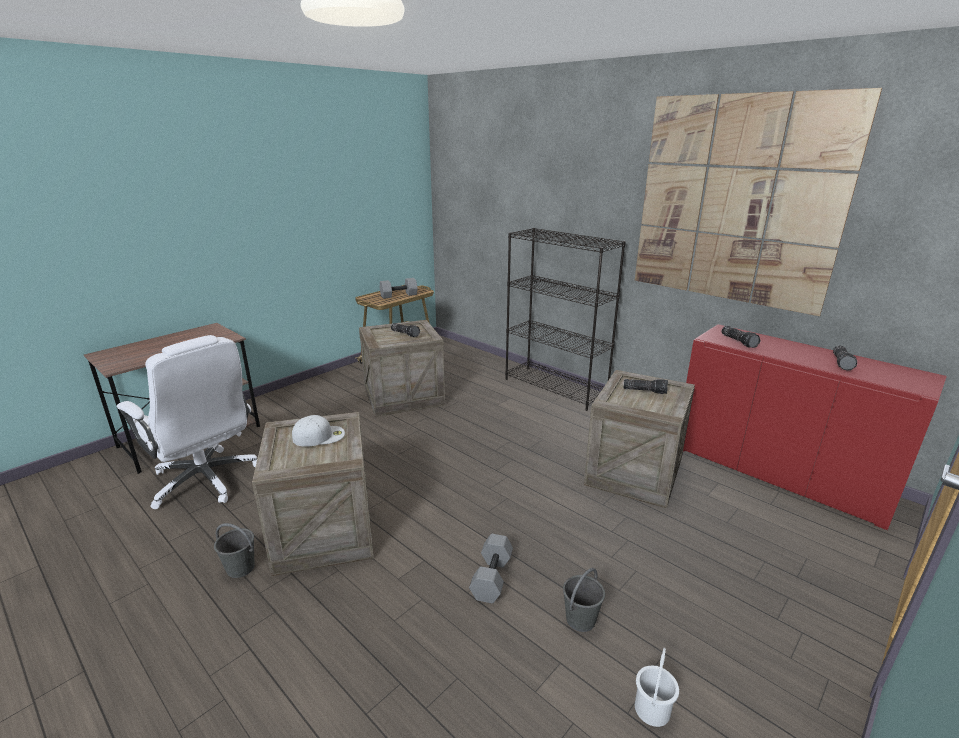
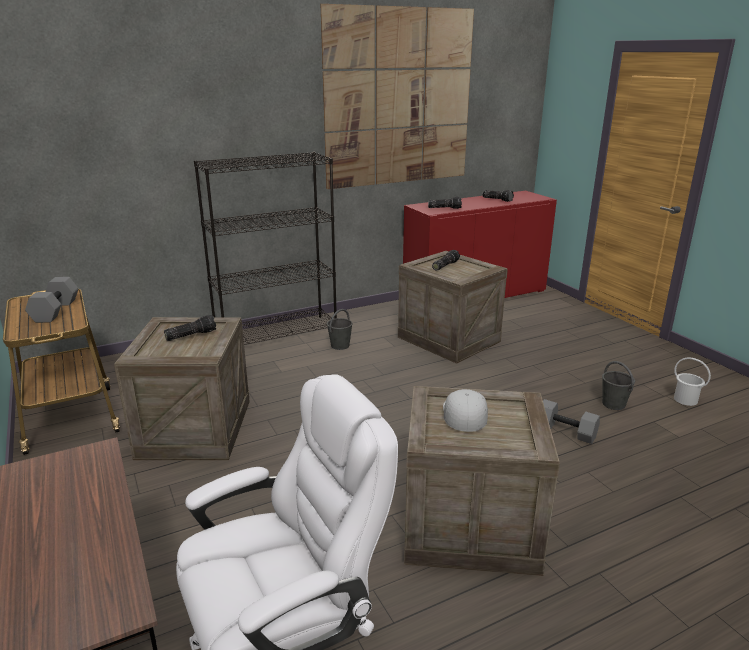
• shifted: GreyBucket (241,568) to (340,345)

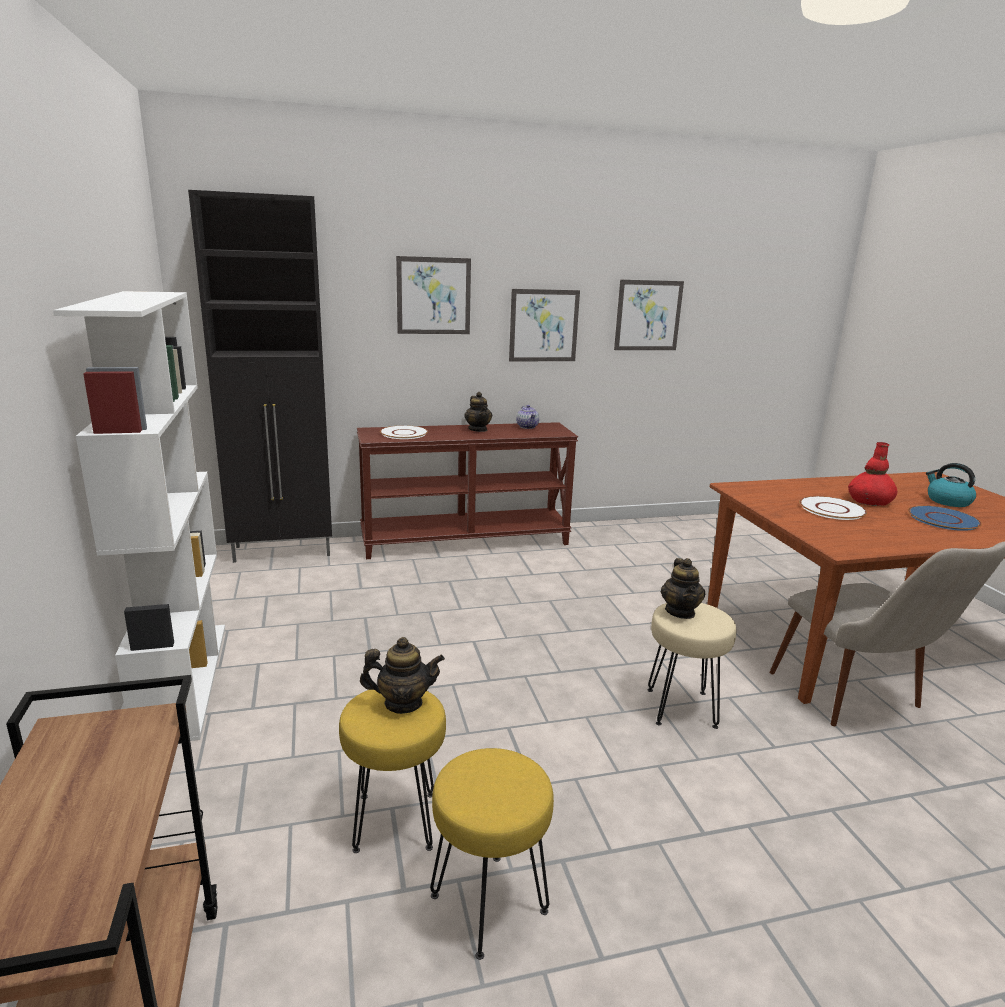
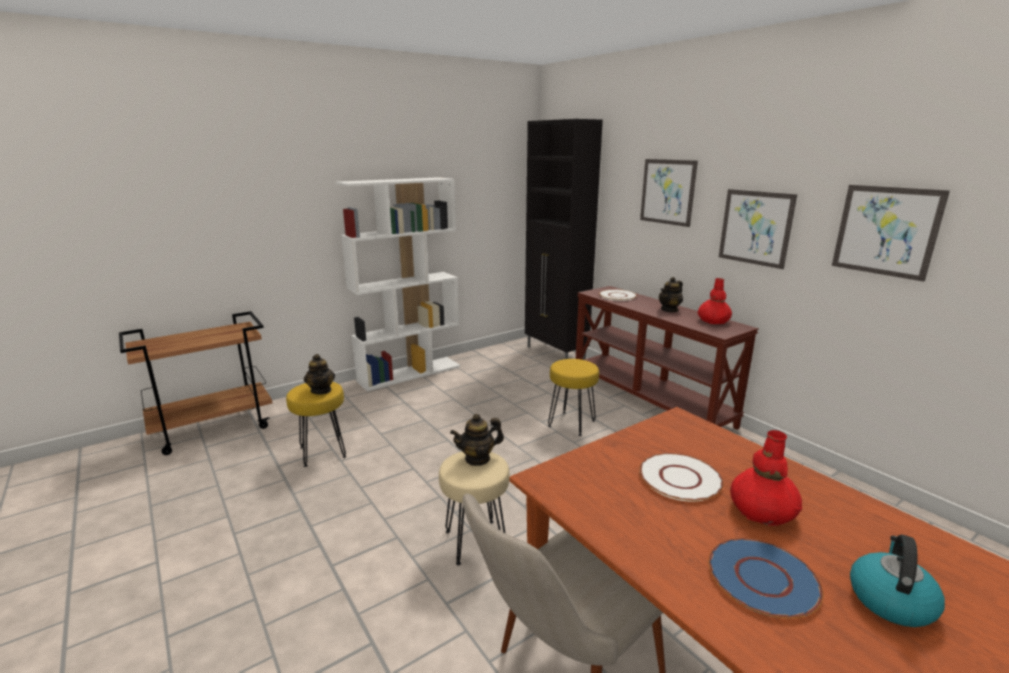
• swapped: Teapot (527,427) to RedVase (713,321)
• shifted: YellowStool (487,903) to (571,423)

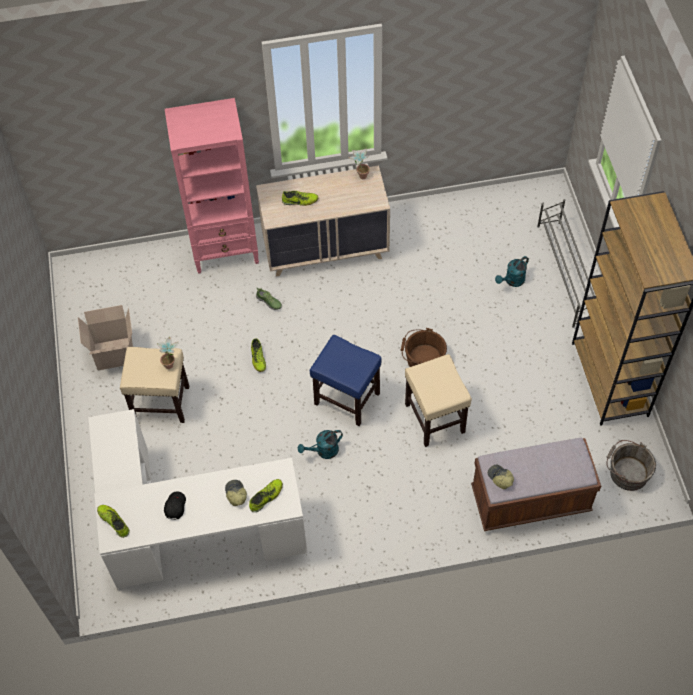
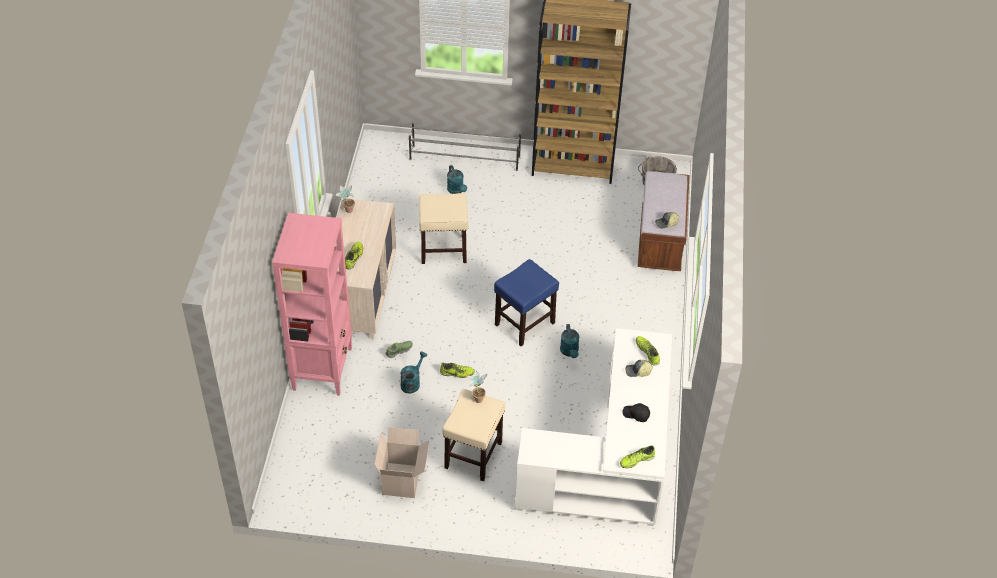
• gone: BrownBucket (422,359)
• shifted: BeigeStool (435,419) to (444,250)
• new: TurquoiseWateringCan (412,382)

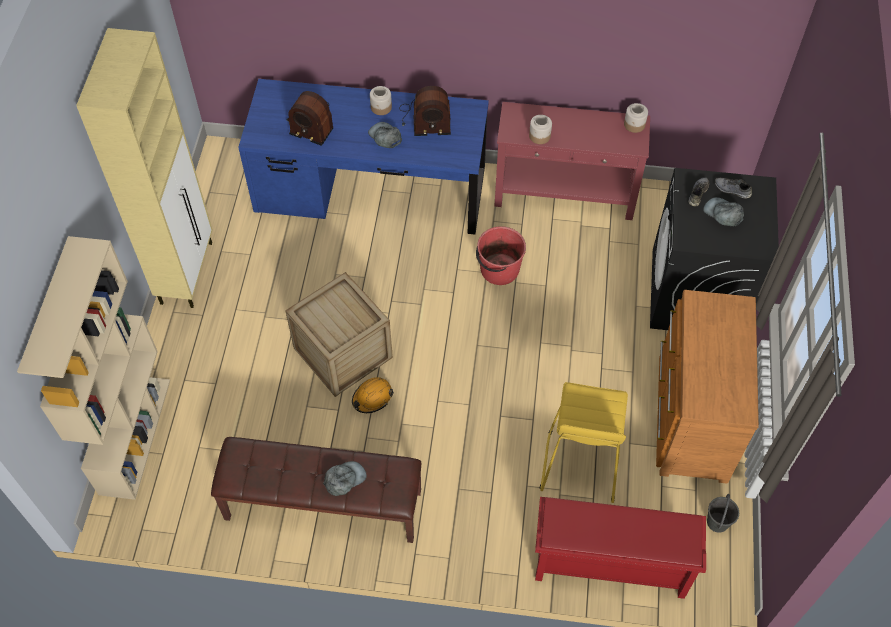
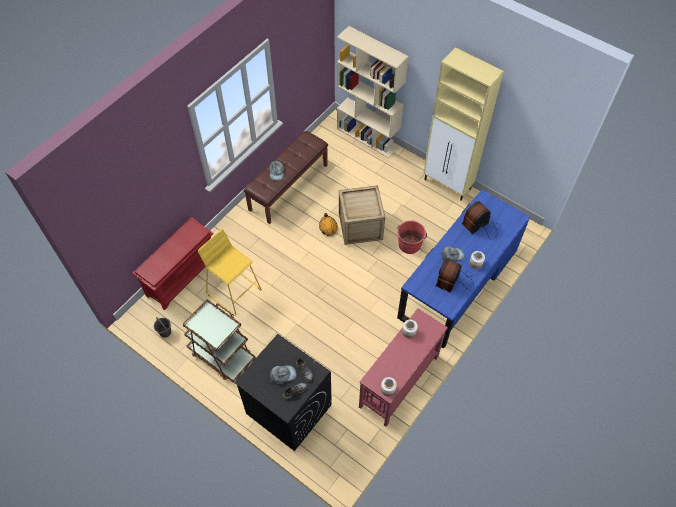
• shifted: RedBucket (499,269) to (409,244)
• swapped: BrownDresser (690,418) to BrownCart (222,355)

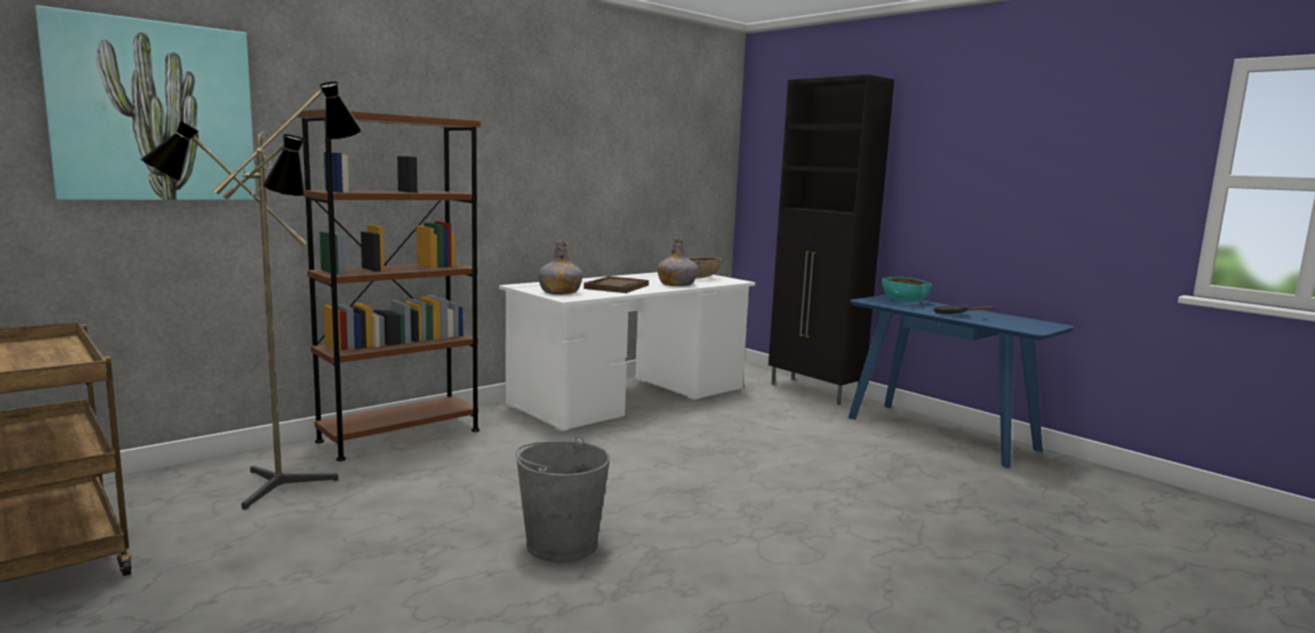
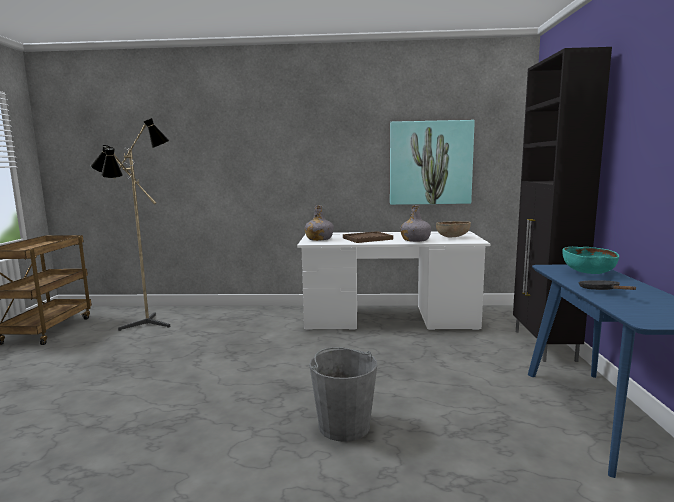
• shifted: Picture (154,112) to (430,163)
• gone: BrownBookcase (400,436)
• shifted: GreyBucket (561,544) to (344,425)

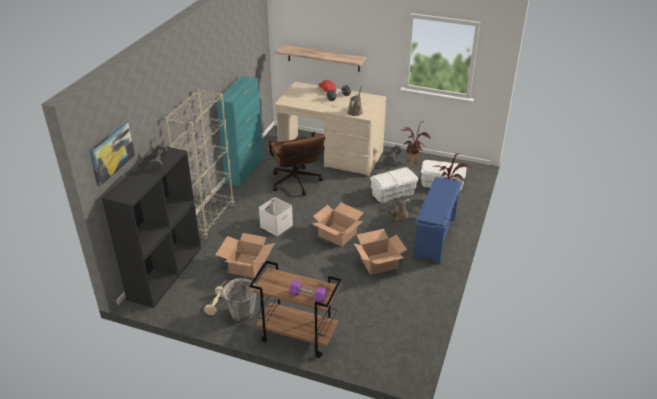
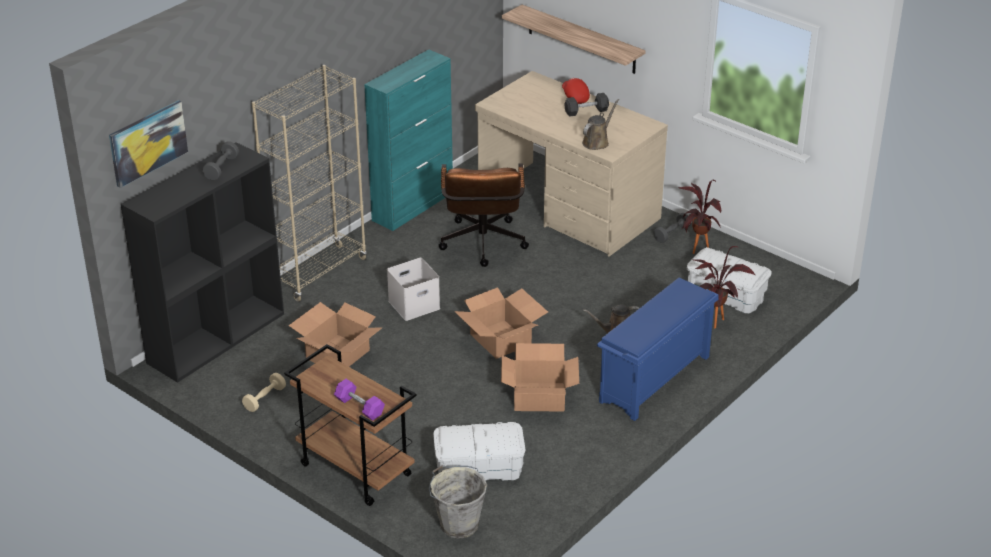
• shifted: WhiteStorageBox (393,193) to (479,468)
• shifted: GreyBucket (241,313) to (458,524)

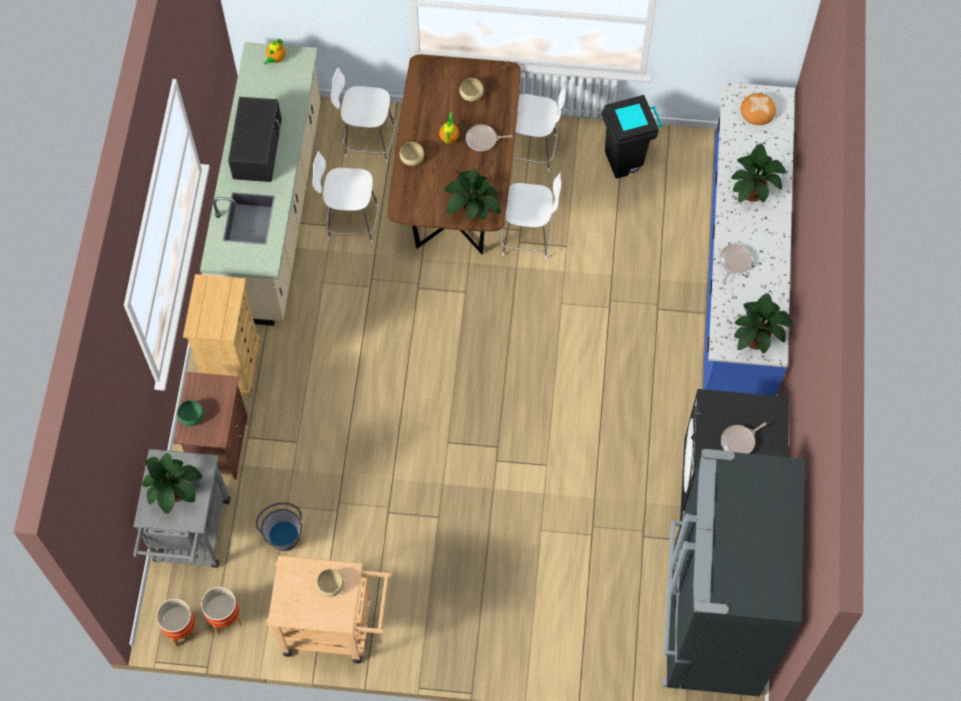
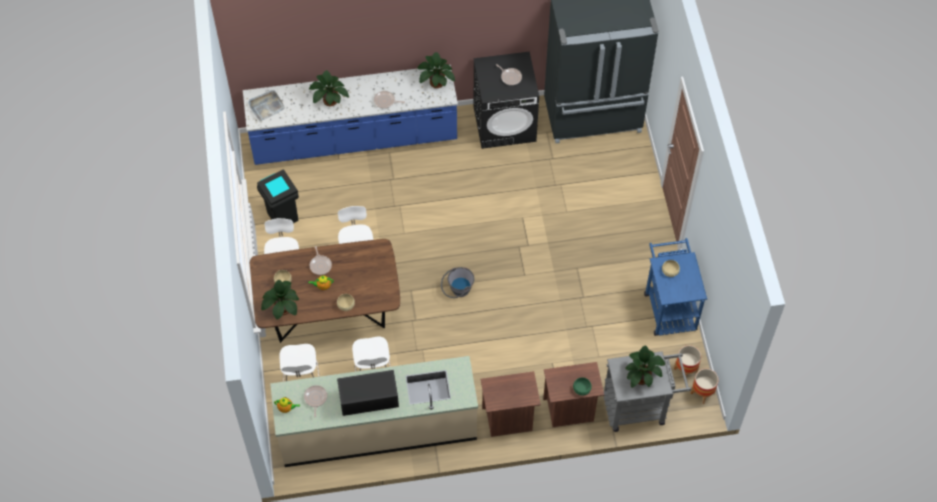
• swapped: Bread (758,111) to GreyTray (266,106)
• shifted: PottedPlant (472,209) to (282,309)
• swapped: BeigeDresser (232,365) to BrownNightstand (508,419)
• shifted: GreyBucket (283,533) to (457,291)
• repainted: BeigeCart (335,628) to BlueCart (668,306)
• new: FryingPan (315,398)

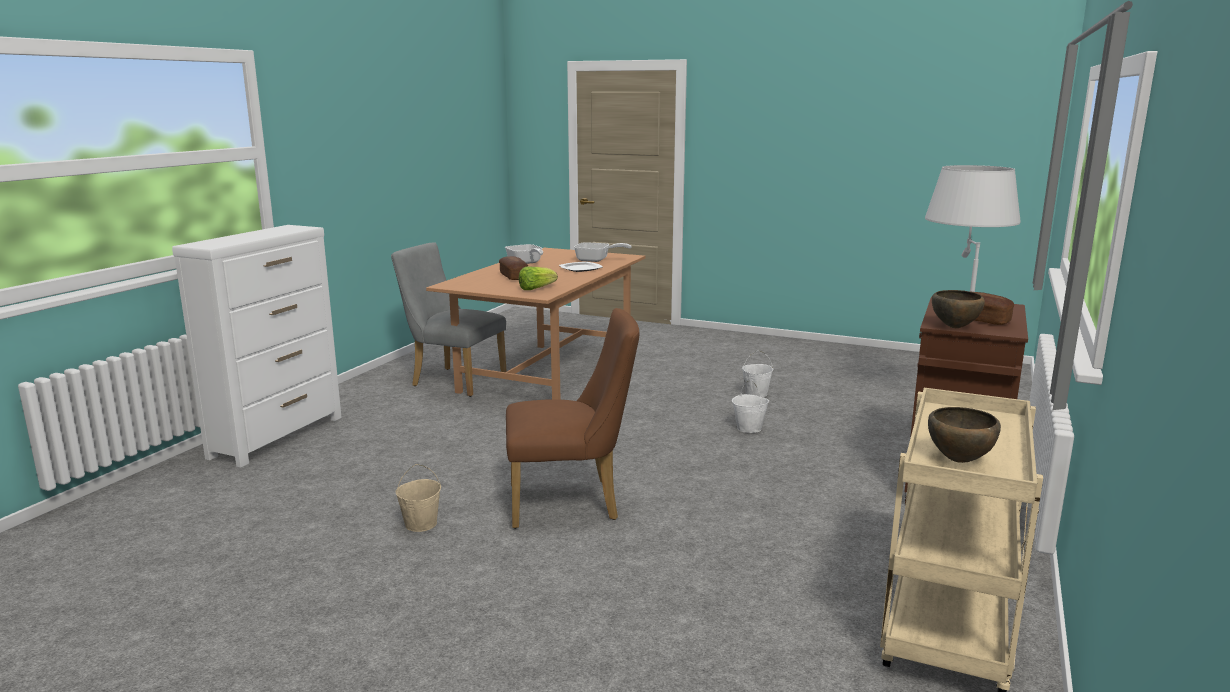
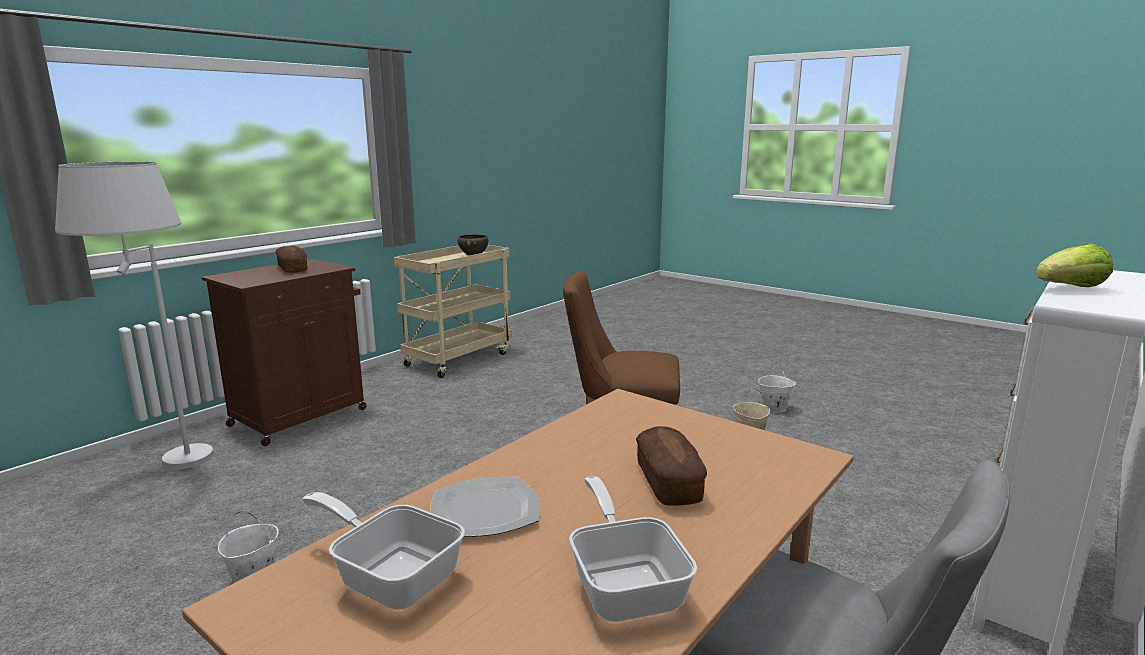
• shifted: Lettuce (536,289) to (1070,288)
• gone: BrownBowl (955,327)
• shifted: WhiteBucket (749,428) to (774,408)

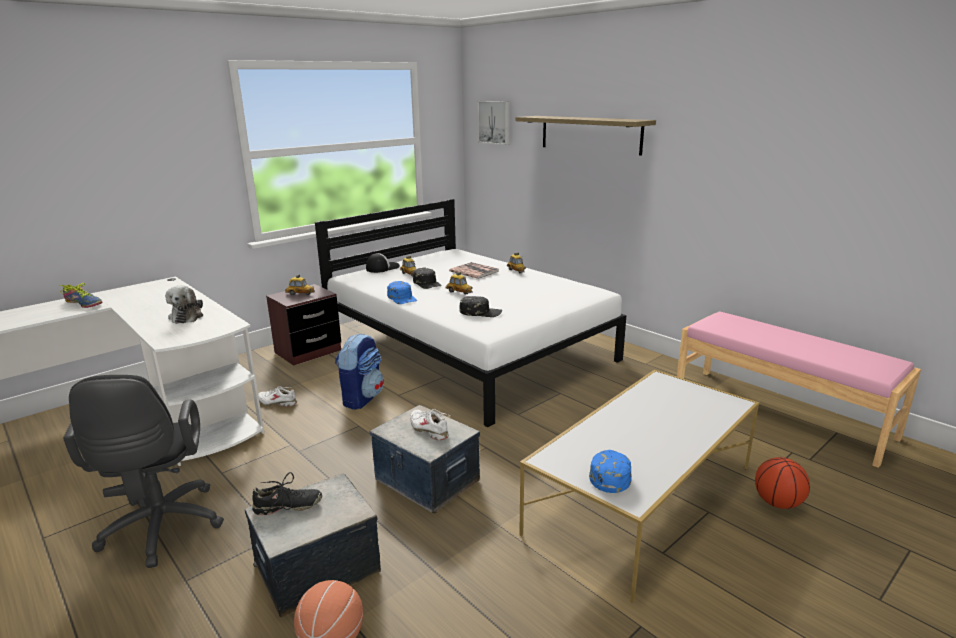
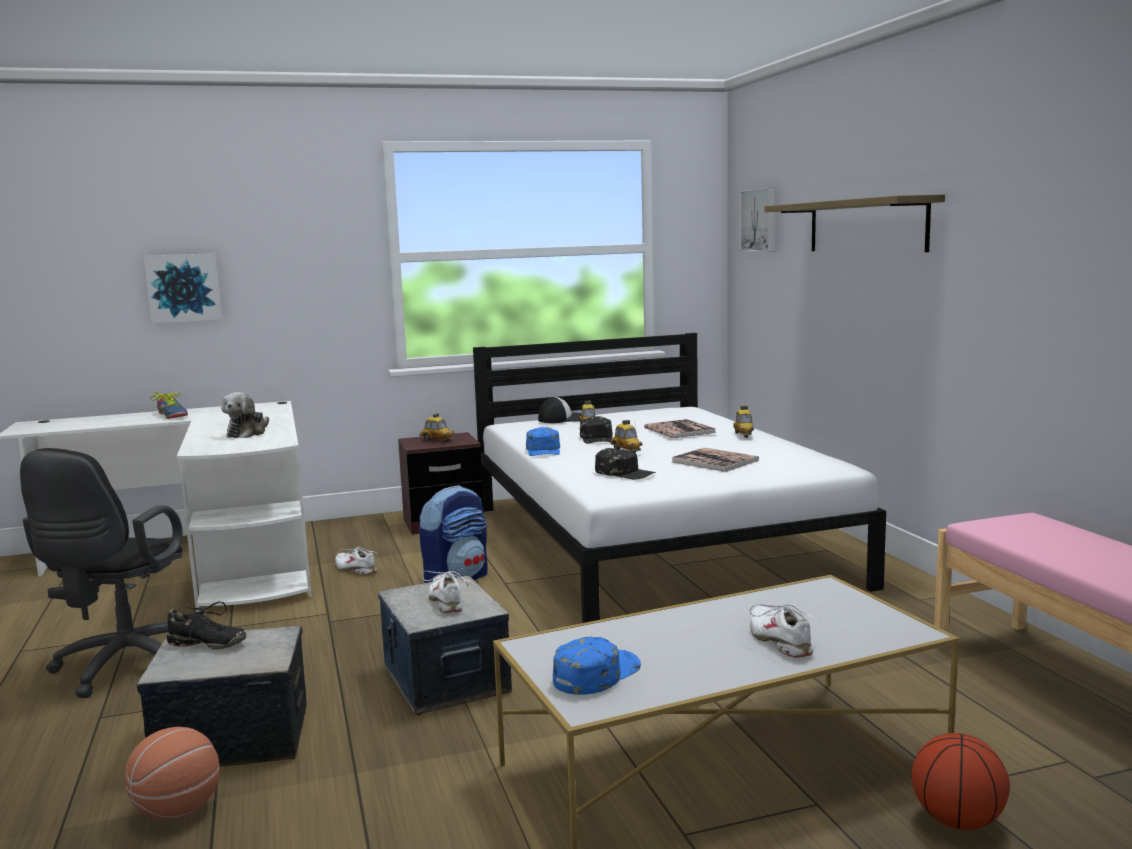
• new: Picture (184,287)
• new: Book (714,461)
• new: WhiteShoe (780,641)

